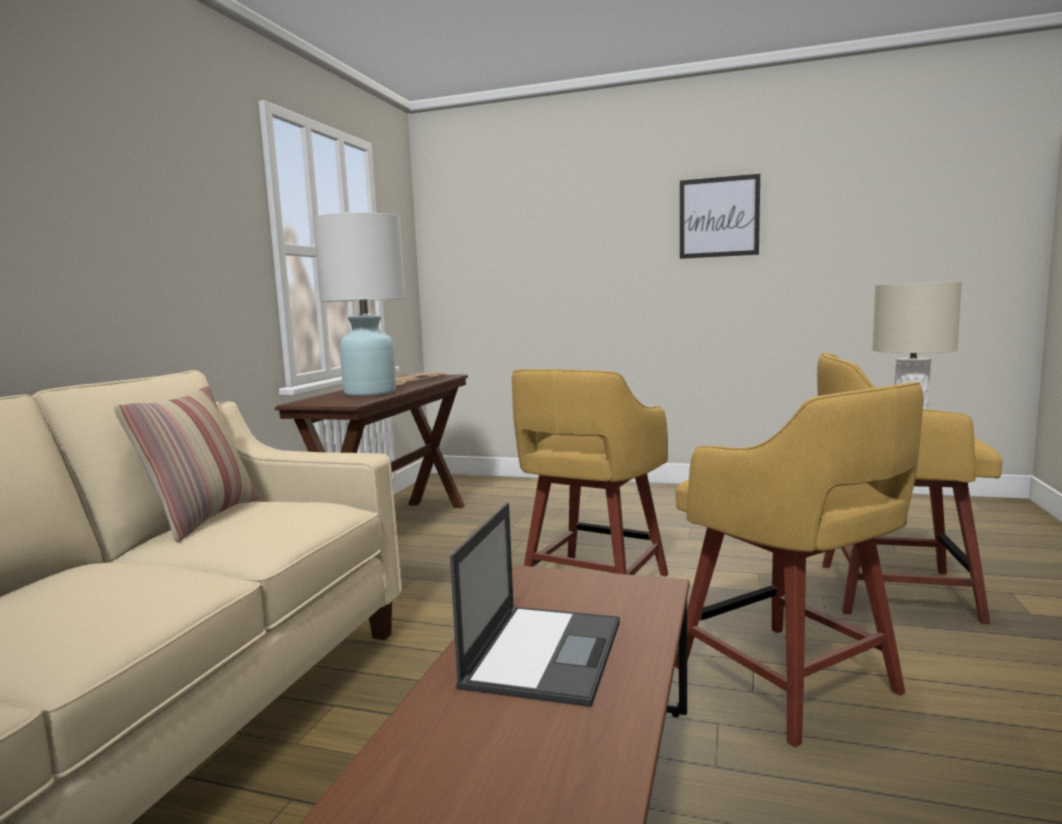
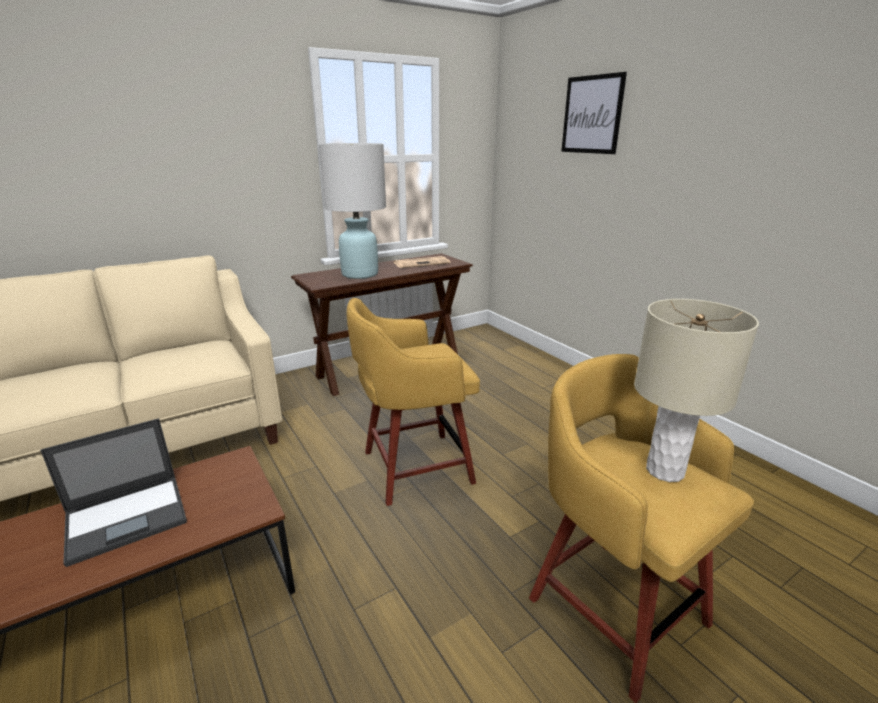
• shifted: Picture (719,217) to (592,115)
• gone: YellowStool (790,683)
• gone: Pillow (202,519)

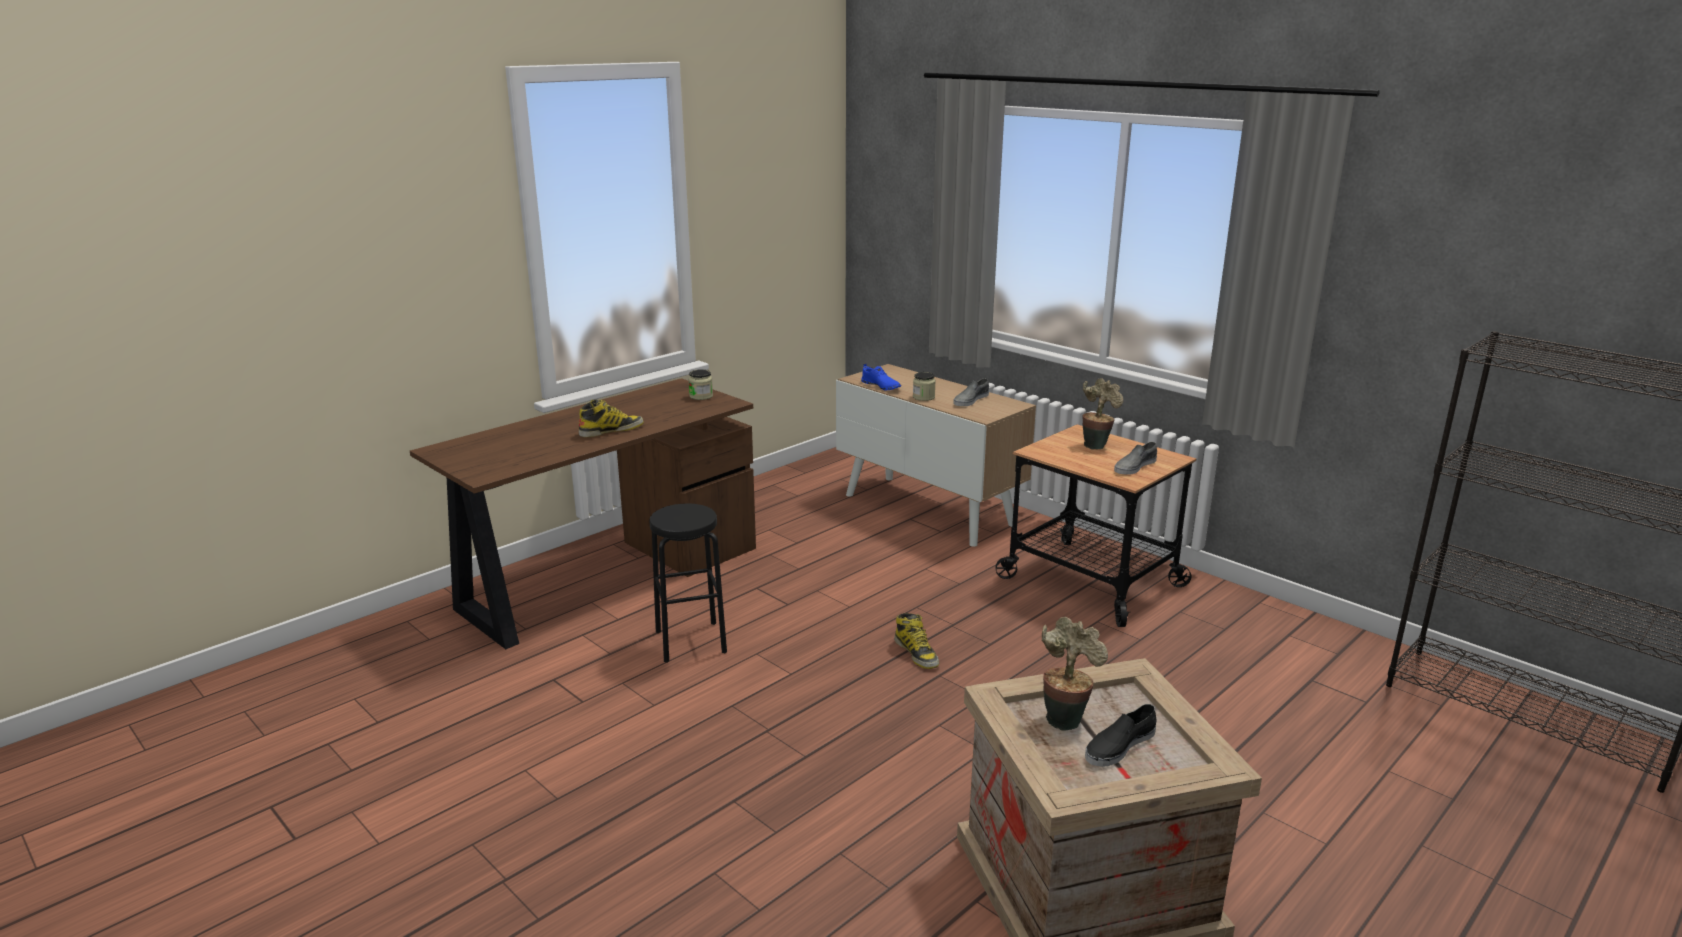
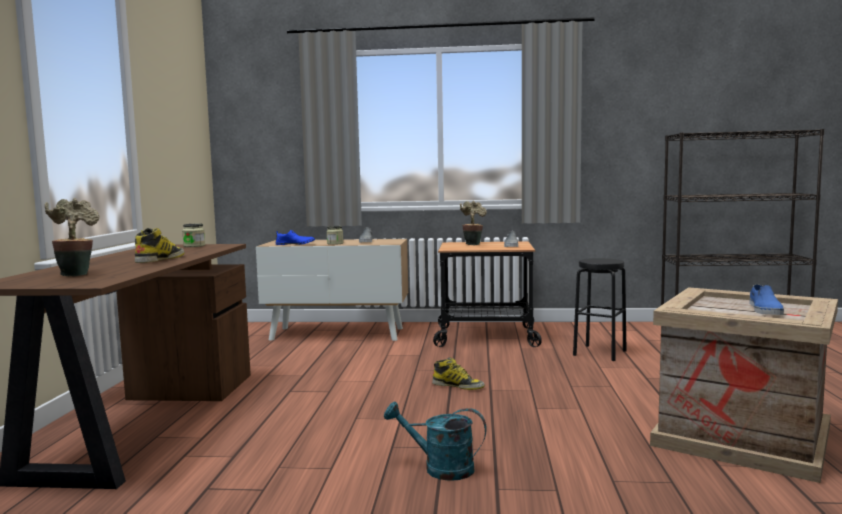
• shifted: BlackStool (690,642) to (600,353)
• shifted: PottedPlant (1064,718) to (75,274)
• repainted: BlackShoe (1119,746) to BlueShoe (764,309)
• new: TurquoiseWateringCan (440,468)

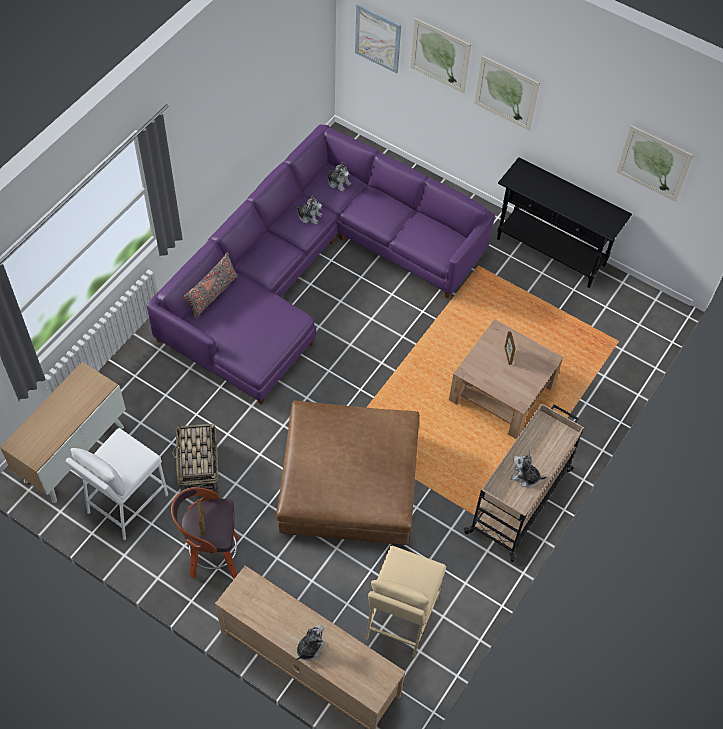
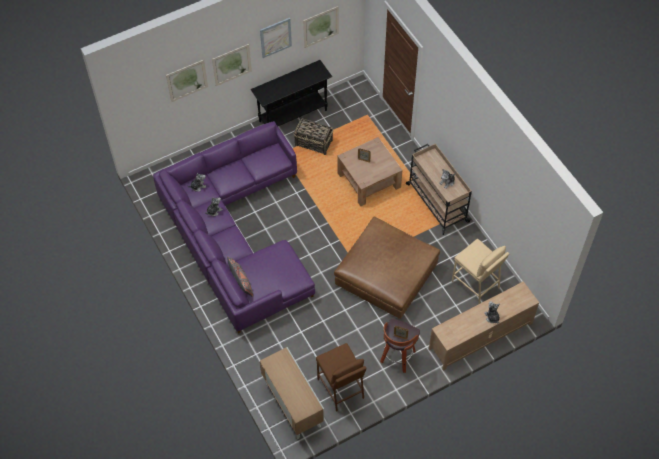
• shifted: Picture (378,38) to (275,37)
• shifted: Basket (199,470) to (314,143)
• repainted: WhiteStool (126,503) to BrownStool (341,388)

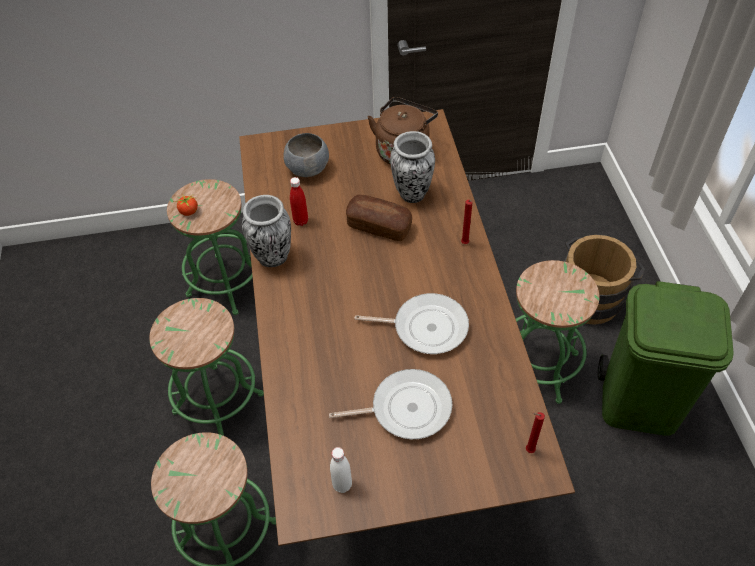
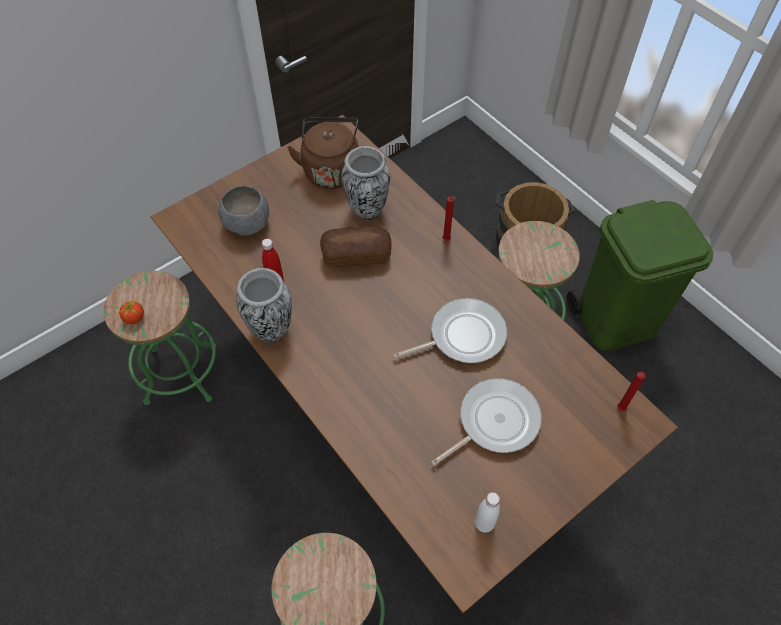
• gone: GreenStool (218,403)

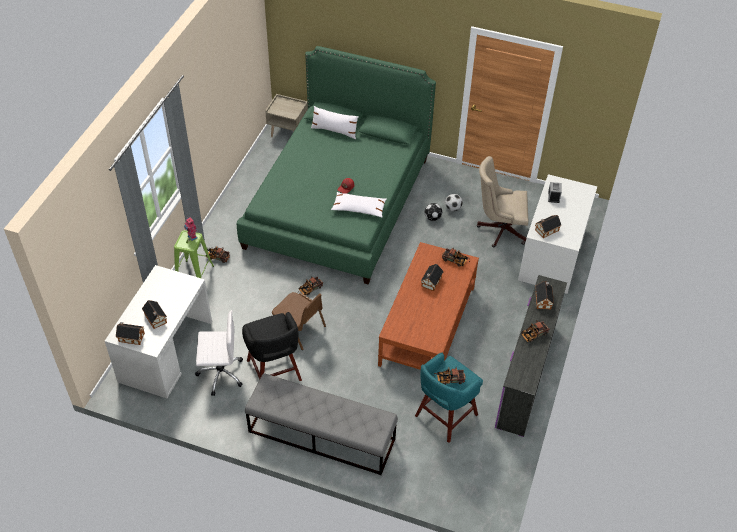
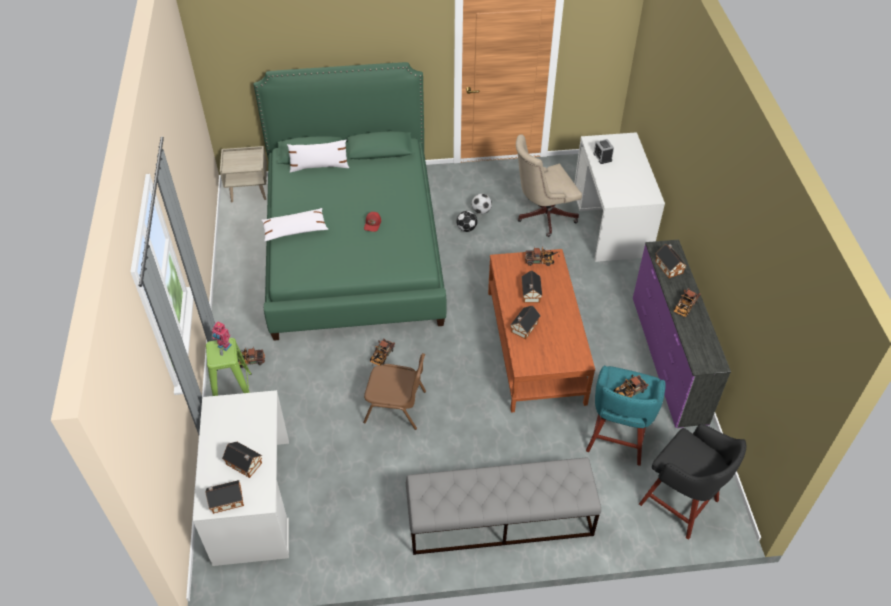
• shifted: WhitePillow (359,208) to (295,229)
• shifted: ToyHouse (546,230) to (523,328)
• gone: WhiteOfficeChair (220,373)
• shifted: BlackStool (274,372) to (681,504)

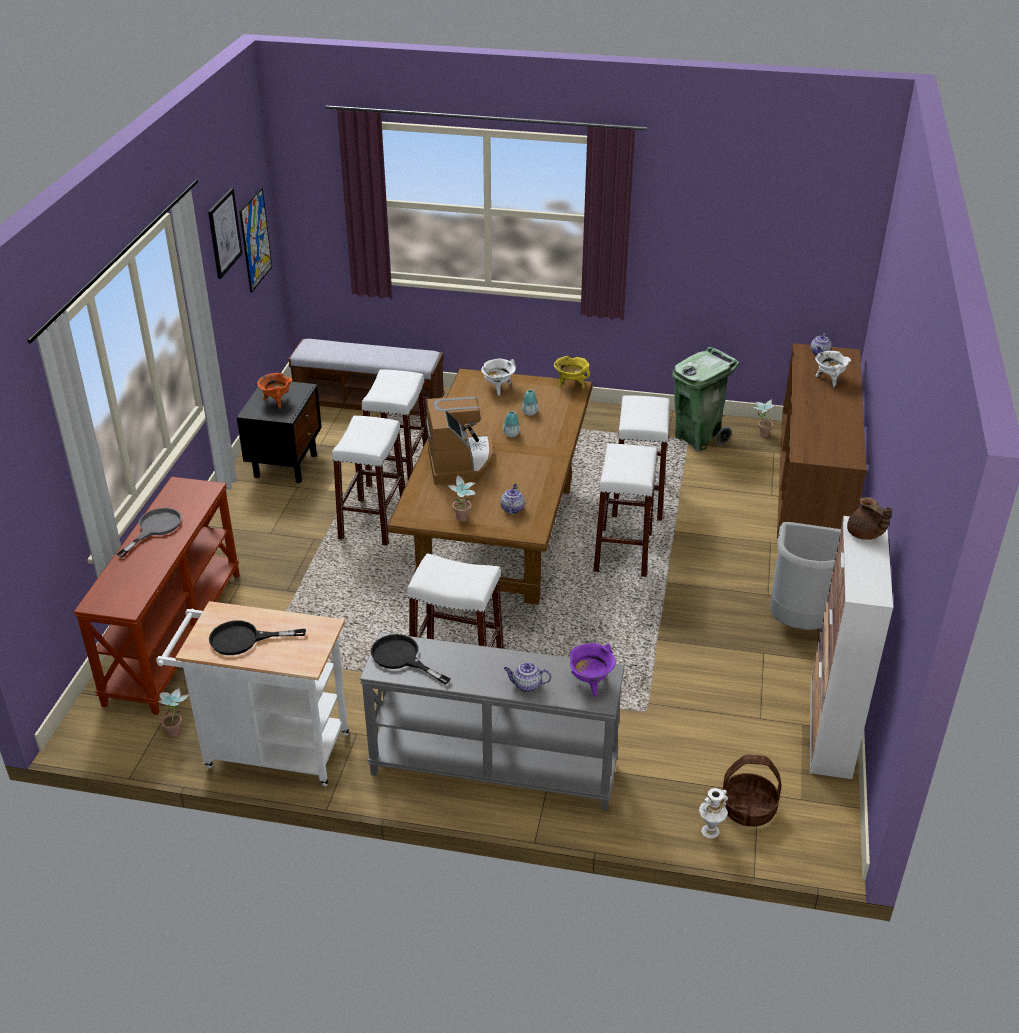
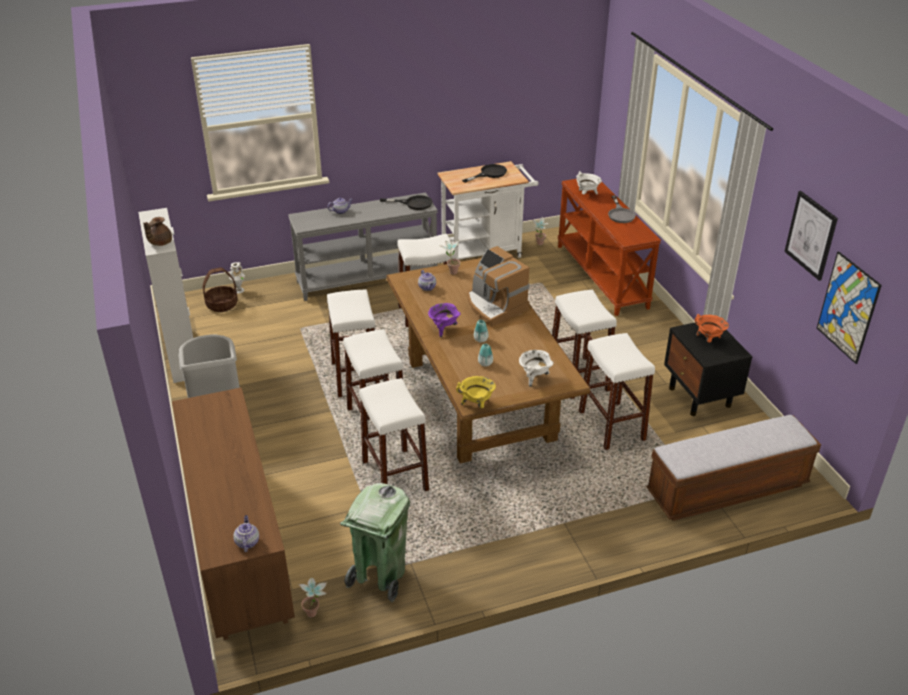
• shifted: WhiteCookingPot (829,380) to (587,194)
• rotated: BrownTeapot (864,534) = (160,243) 90 degrees counterclockwise
• shifted: PurpleCookingPot (590,683) to (443,329)
• new: WhiteStool (355,377)

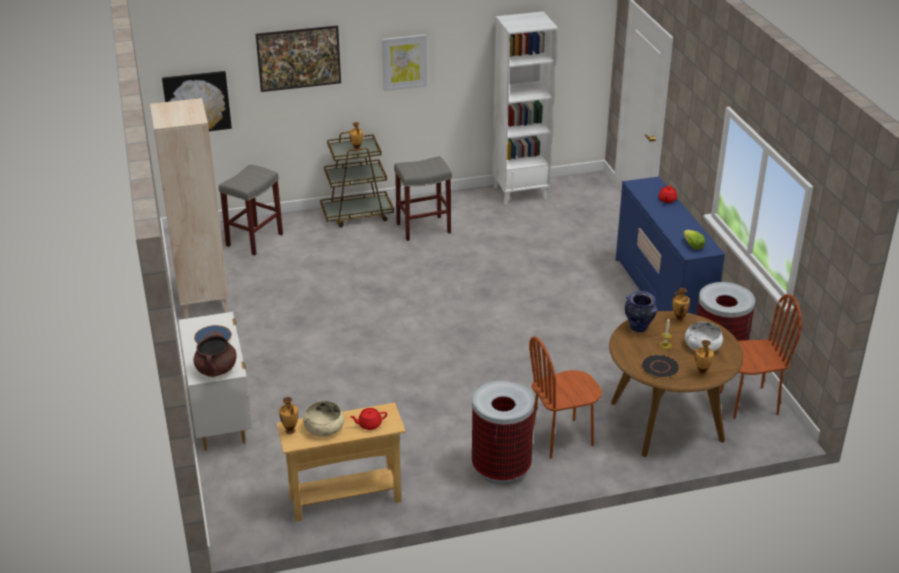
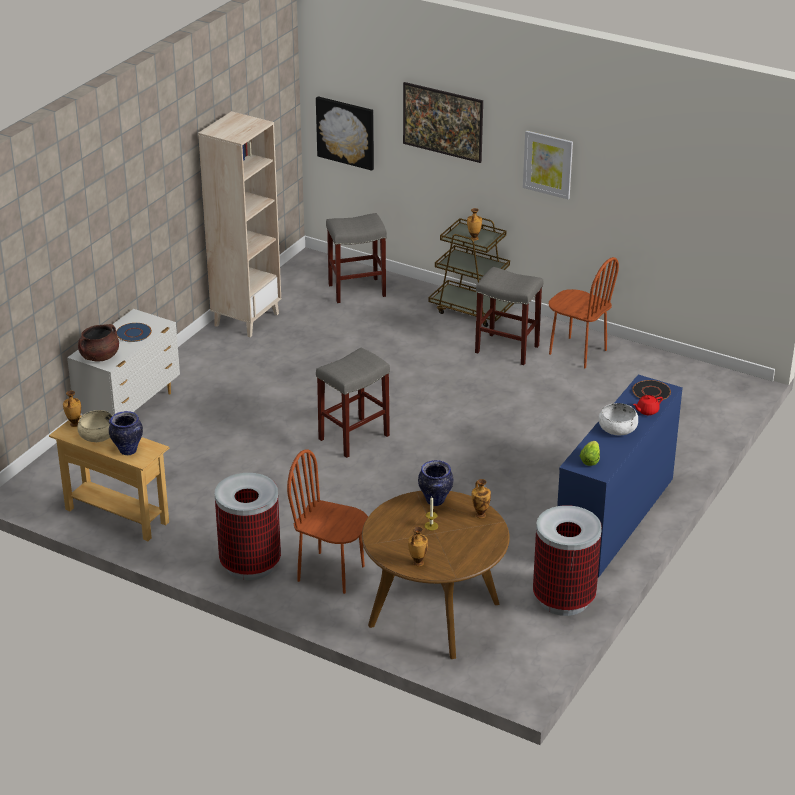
• gone: WhiteBookcase (520,192)
• shifted: BrownChair (748,403) to (577,352)
• shifted: WhiteBowl (702,345) to (617,428)
• shifted: BlackPlate (660,367) to (651,392)
• swapped: RedTeapot (369,424) to Vase (127,450)
• new: GreyStool (353,438)

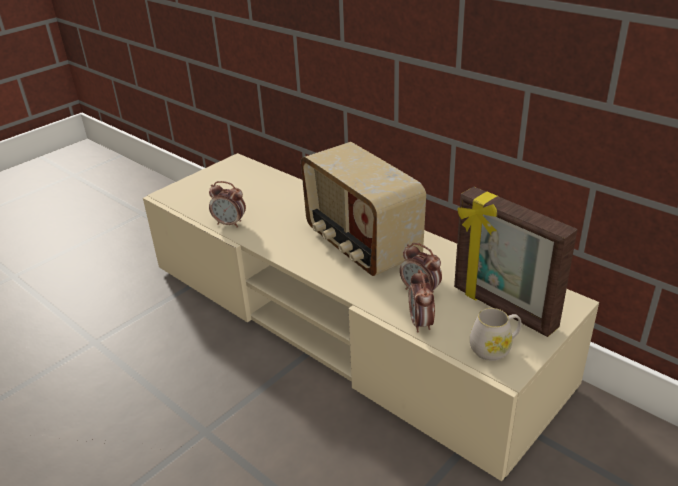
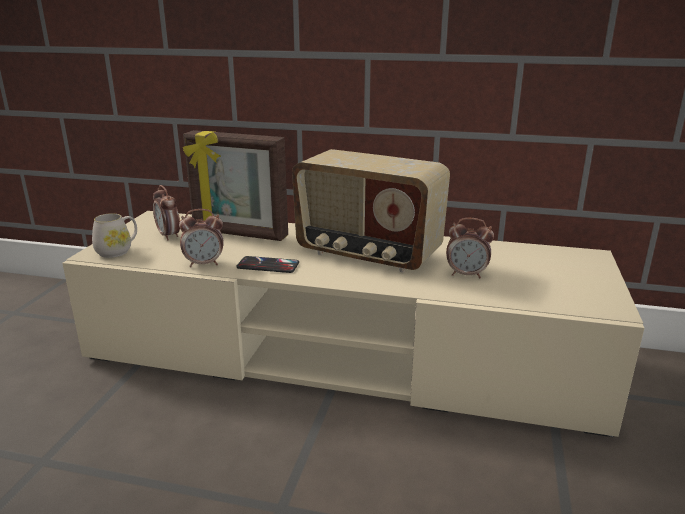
• shifted: PictureFrame (503,308) to (239,234)
• shifted: AlarmClock (421,323) to (169,236)
• shifted: WhiteMug (494,348) to (118,251)
• new: Phone (268,265)

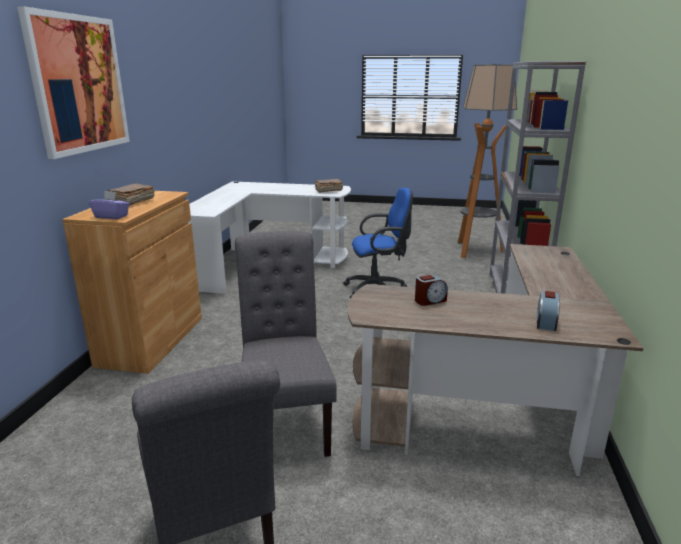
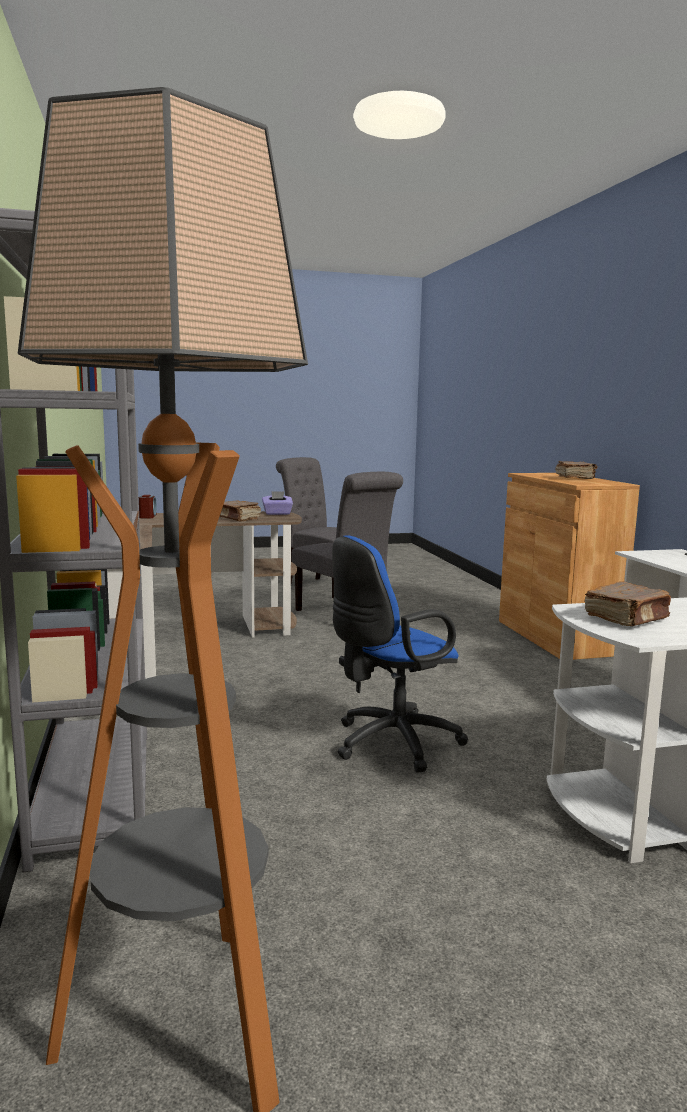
• gone: Picture (79,84)
• shifted: PurpleTissueBox (112,216) to (277,513)
• swapped: AlarmClock (430,301) to BrownBook (237,518)

